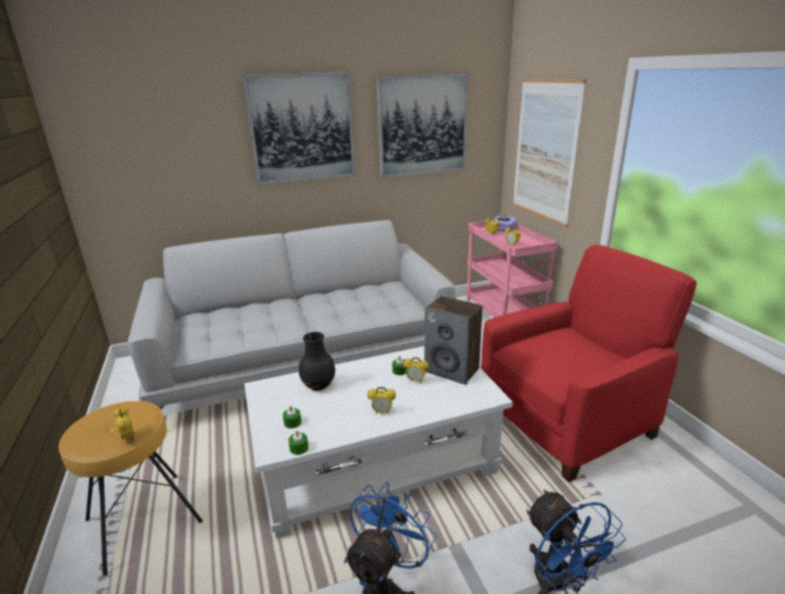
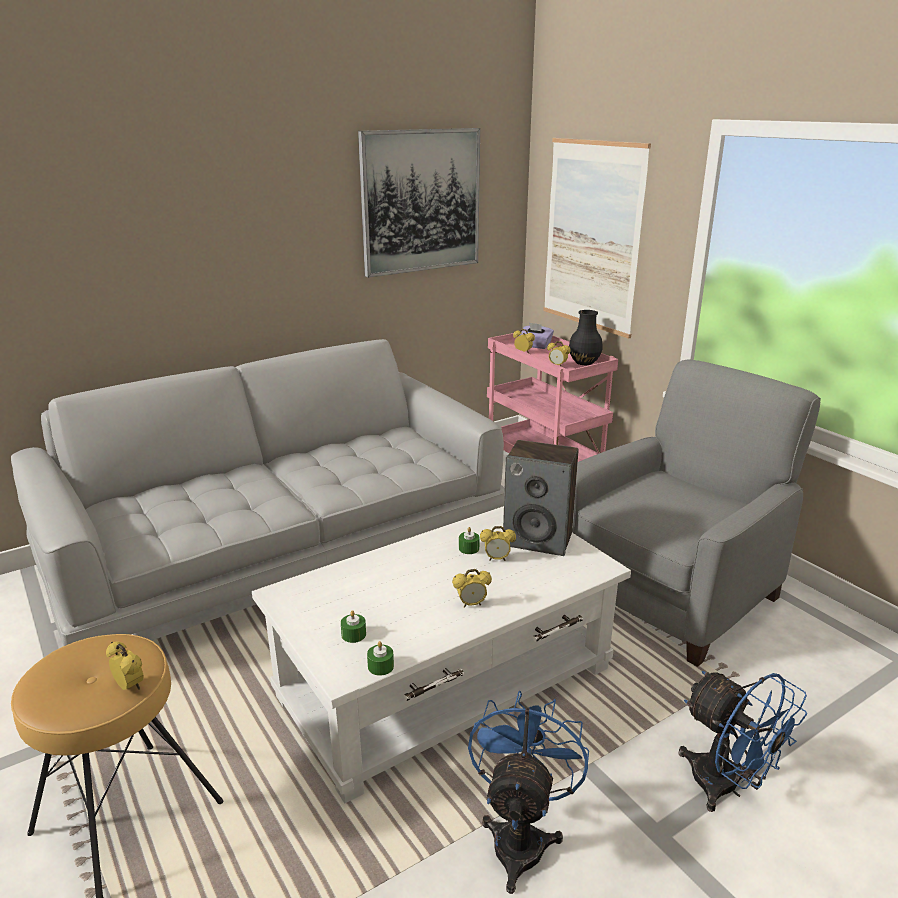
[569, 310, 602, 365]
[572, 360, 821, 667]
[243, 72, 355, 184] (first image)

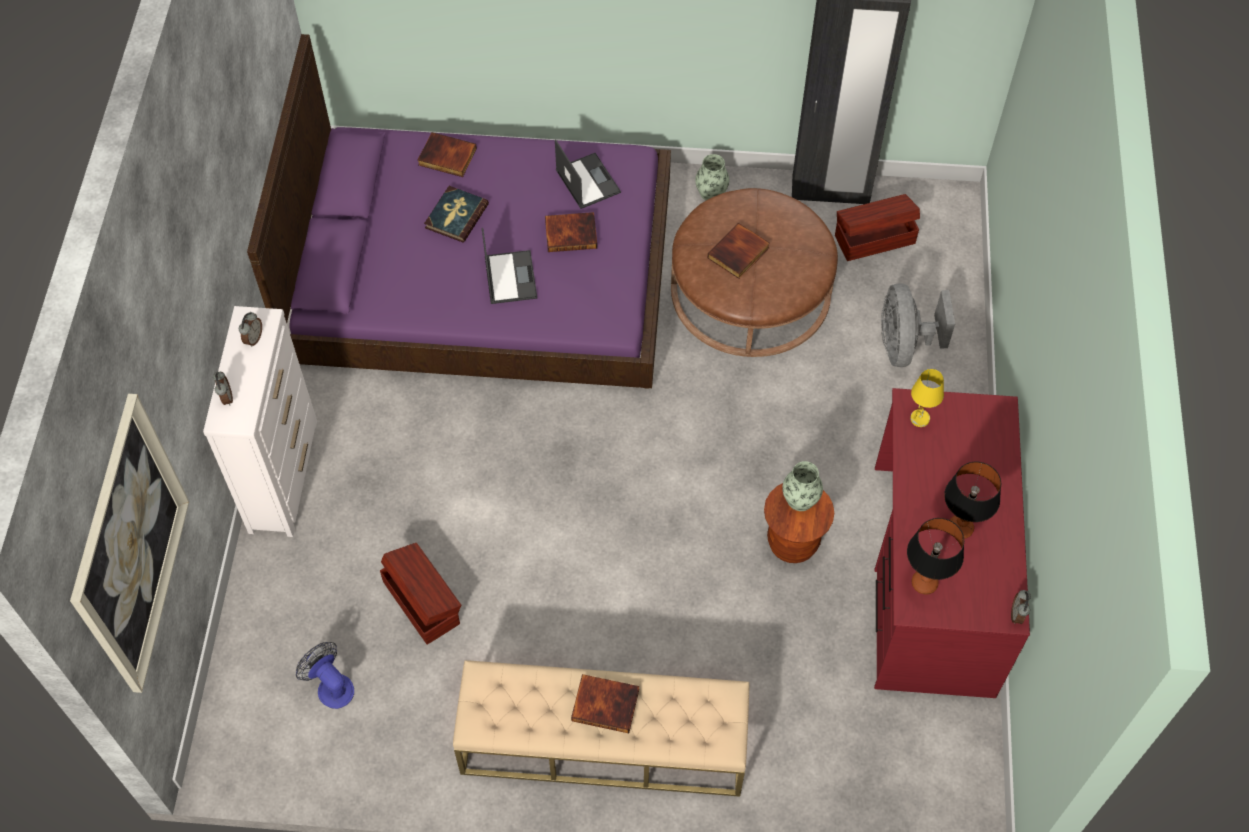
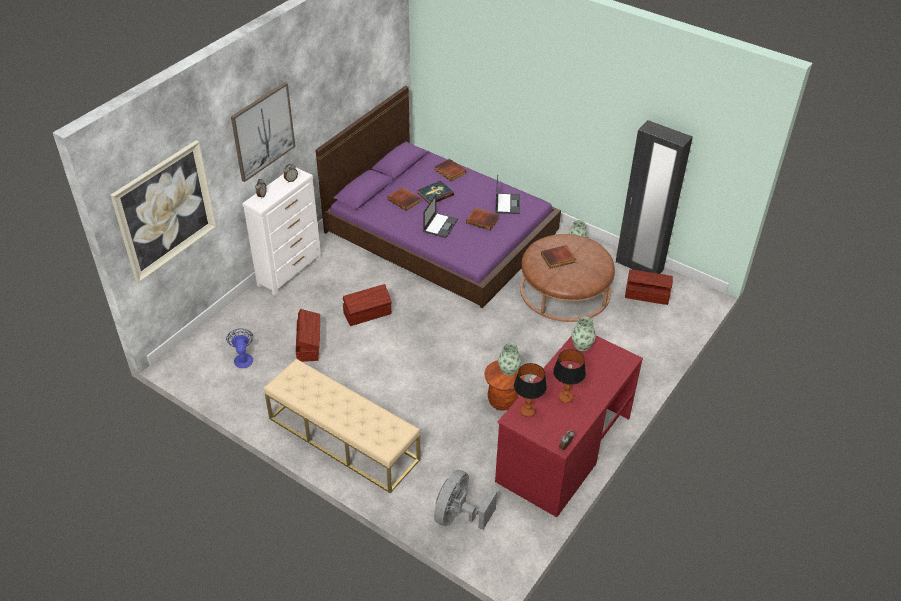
[231, 82, 295, 182]
[343, 284, 392, 326]
[388, 187, 421, 211]
[434, 470, 497, 530]
[572, 317, 596, 351]

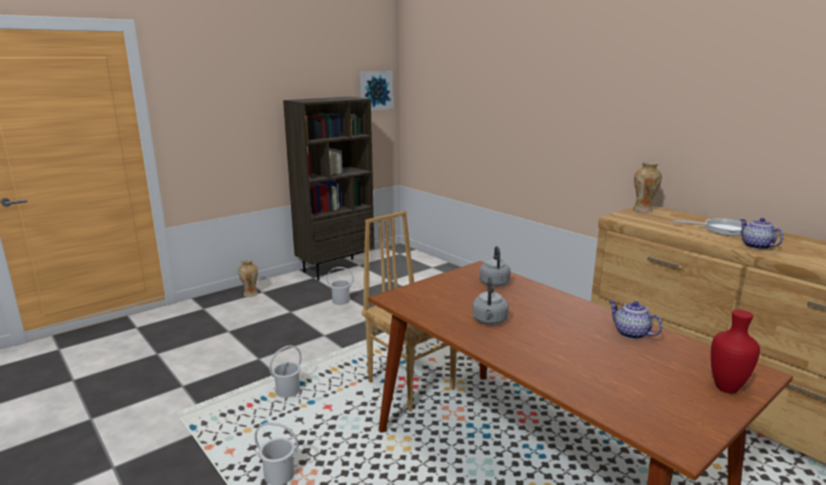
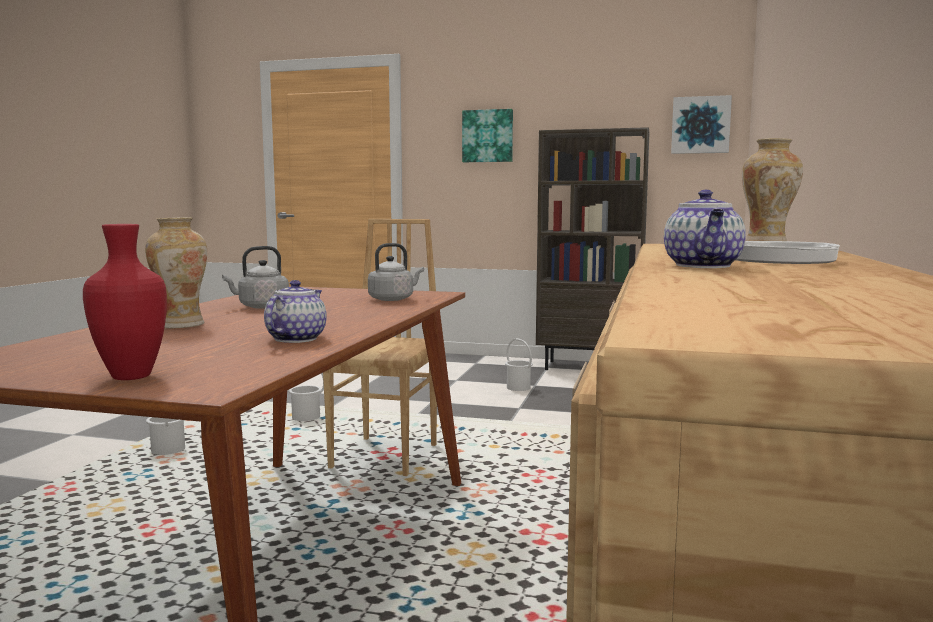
[145, 217, 207, 328]
[462, 109, 513, 162]
[664, 190, 746, 268]

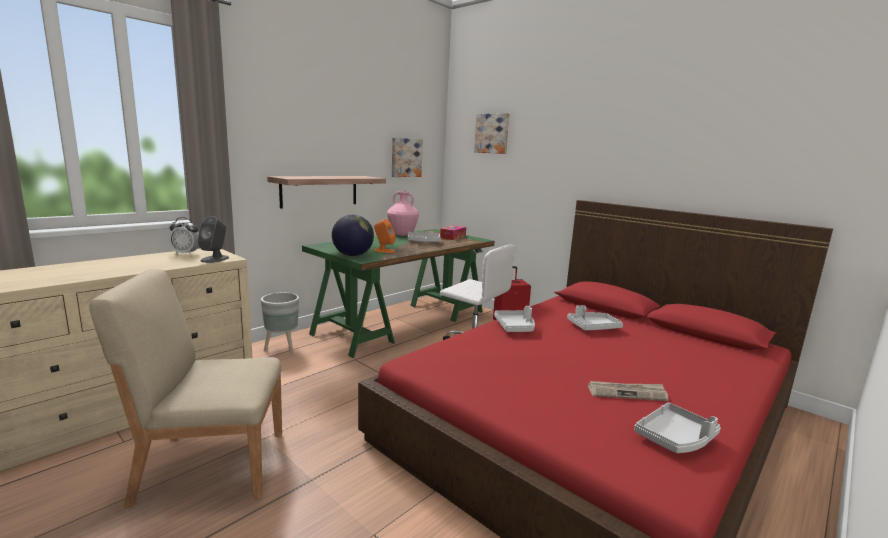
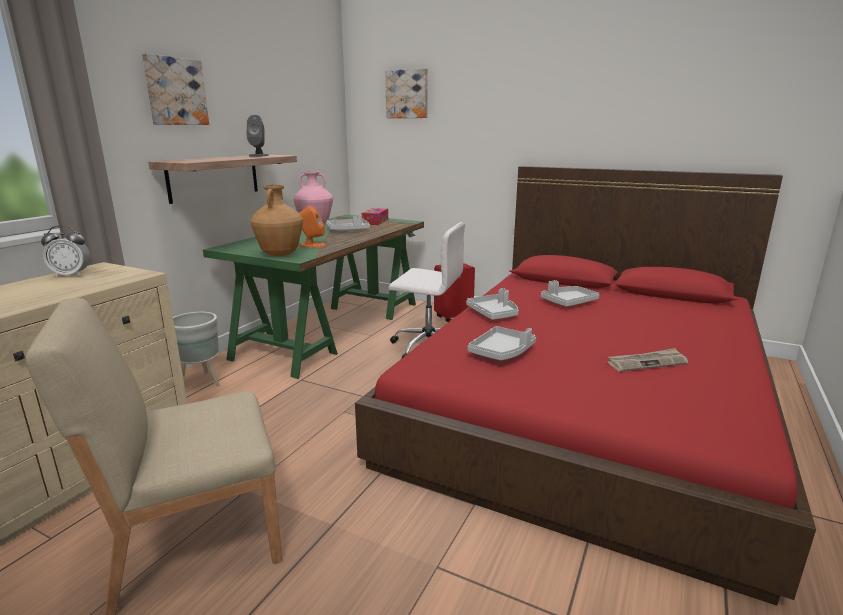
[142, 53, 209, 125]
[247, 115, 269, 157]
[250, 185, 303, 256]
[468, 326, 536, 361]

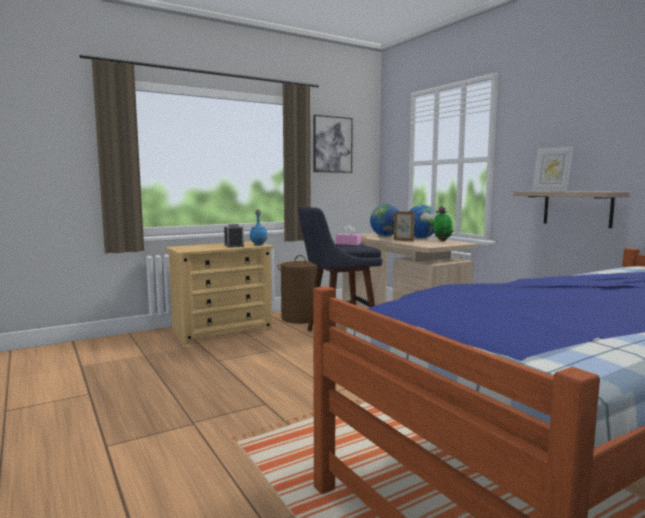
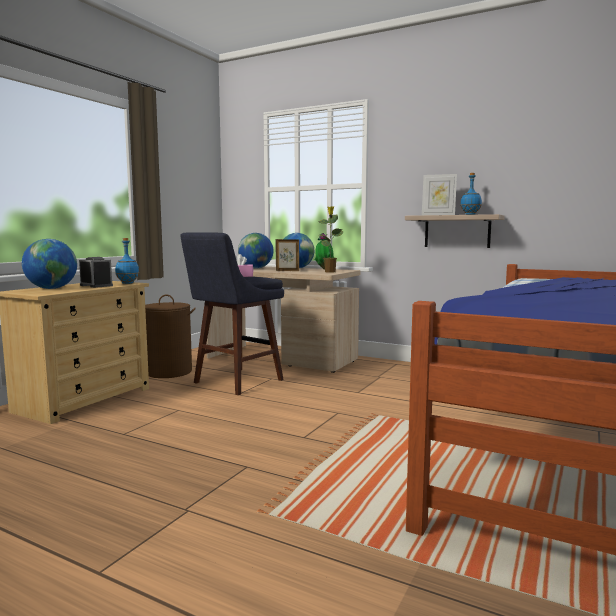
[22, 239, 77, 289]
[318, 206, 343, 273]
[460, 173, 482, 215]
[313, 115, 353, 173] (first image)

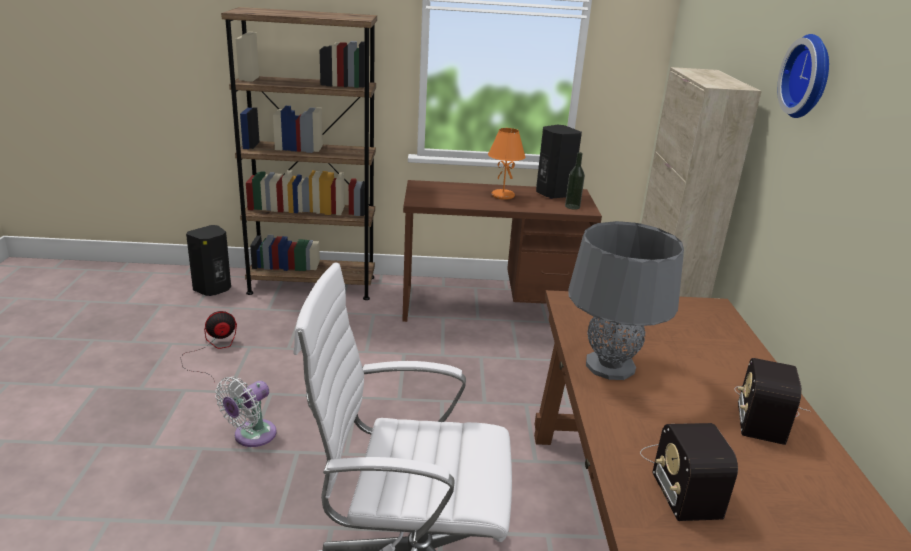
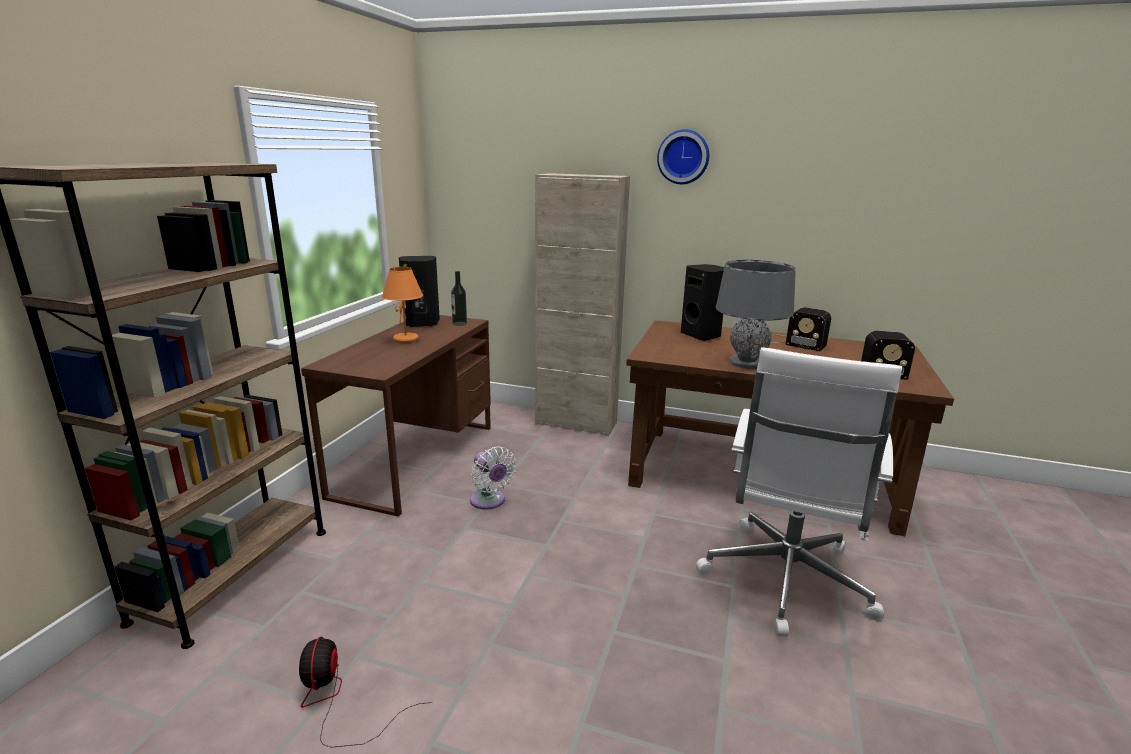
[470, 446, 516, 510]
[681, 264, 724, 341]

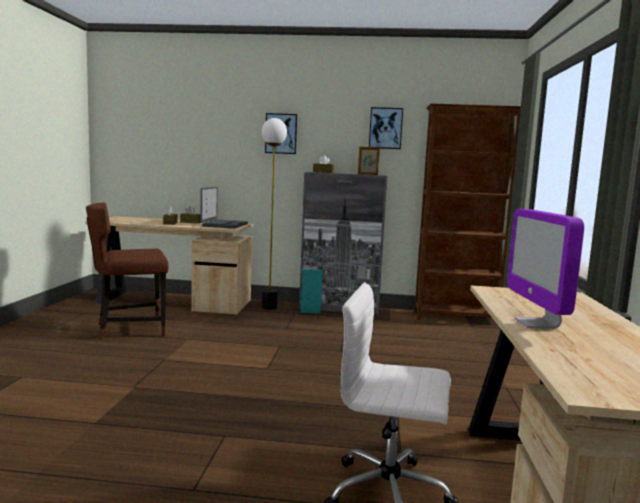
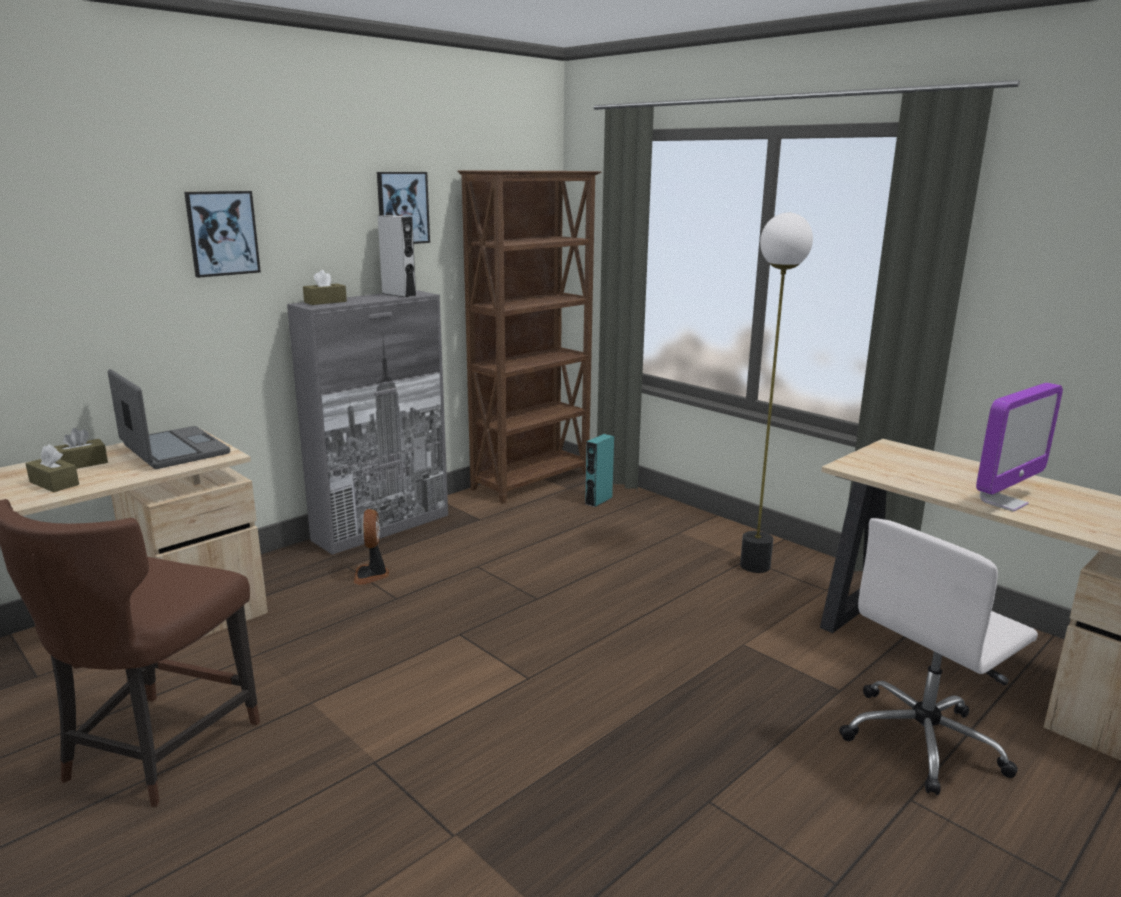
[354, 509, 389, 585]
[378, 215, 416, 298]
[585, 434, 614, 507]
[740, 213, 813, 573]
[976, 383, 1063, 512]

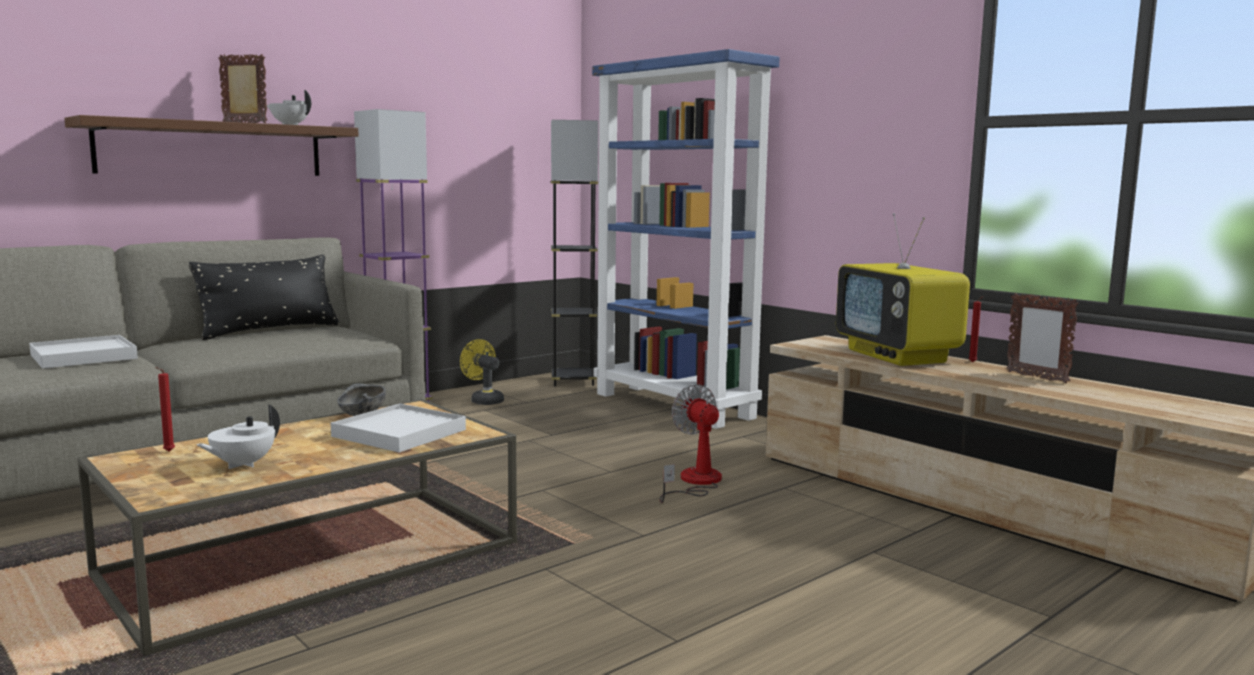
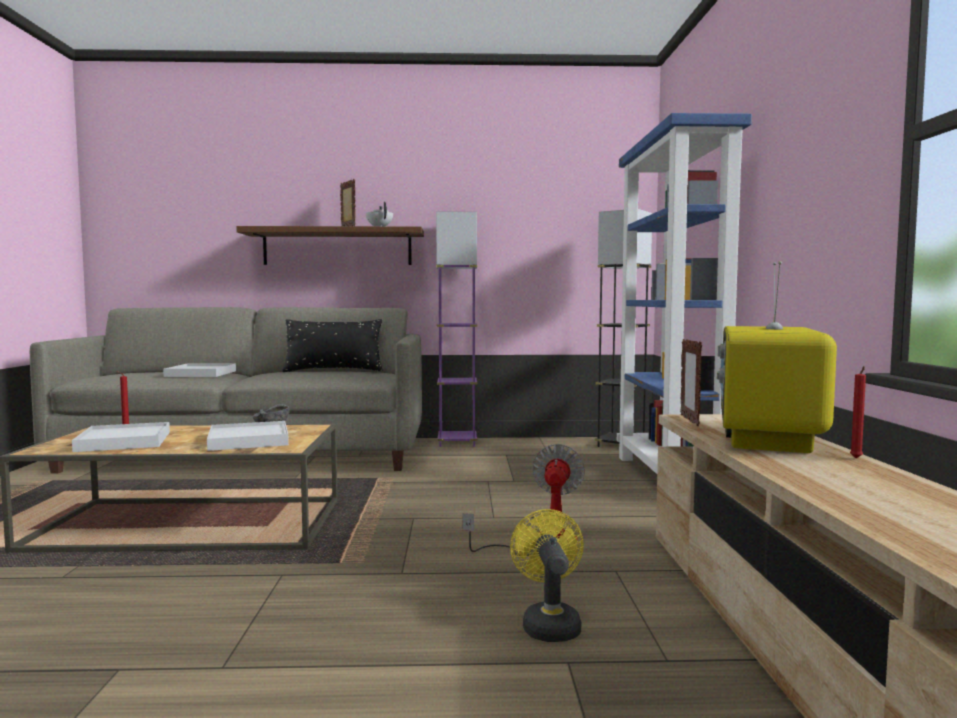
[72, 422, 170, 452]
[510, 509, 584, 642]
[680, 339, 702, 426]

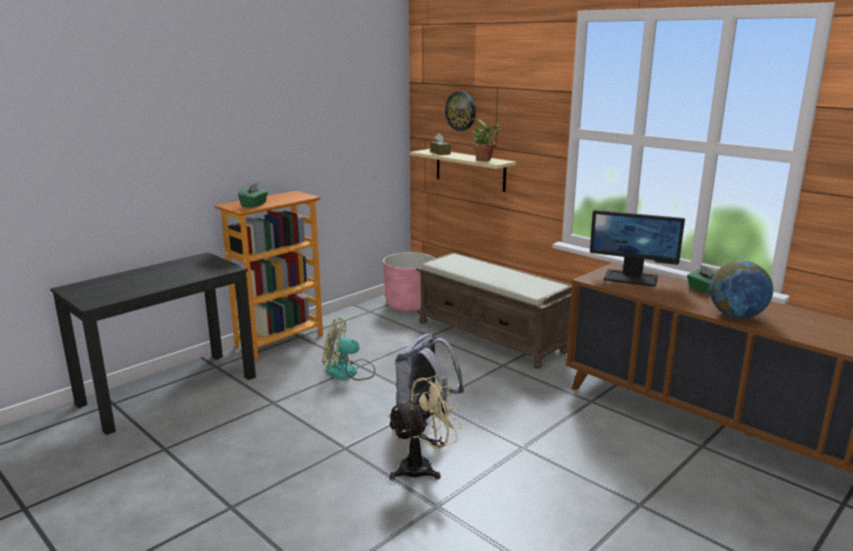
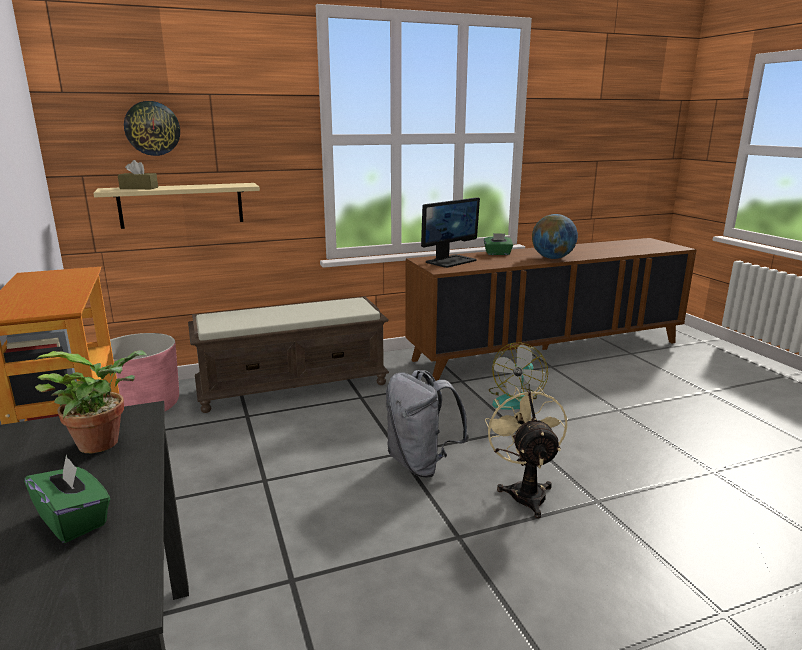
[24, 455, 110, 543]
[35, 350, 147, 453]
[489, 343, 548, 410]

